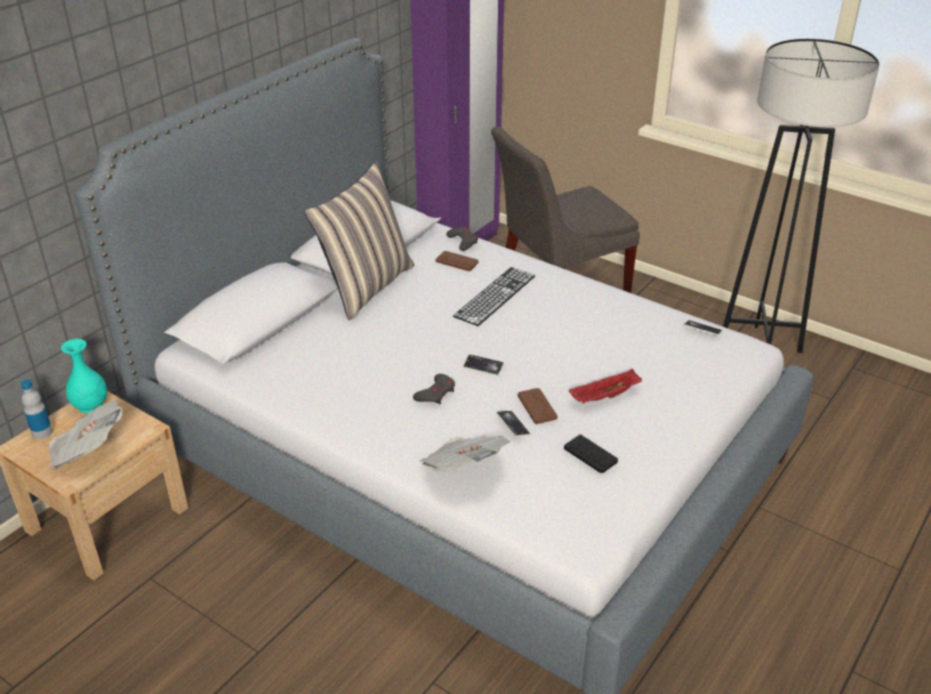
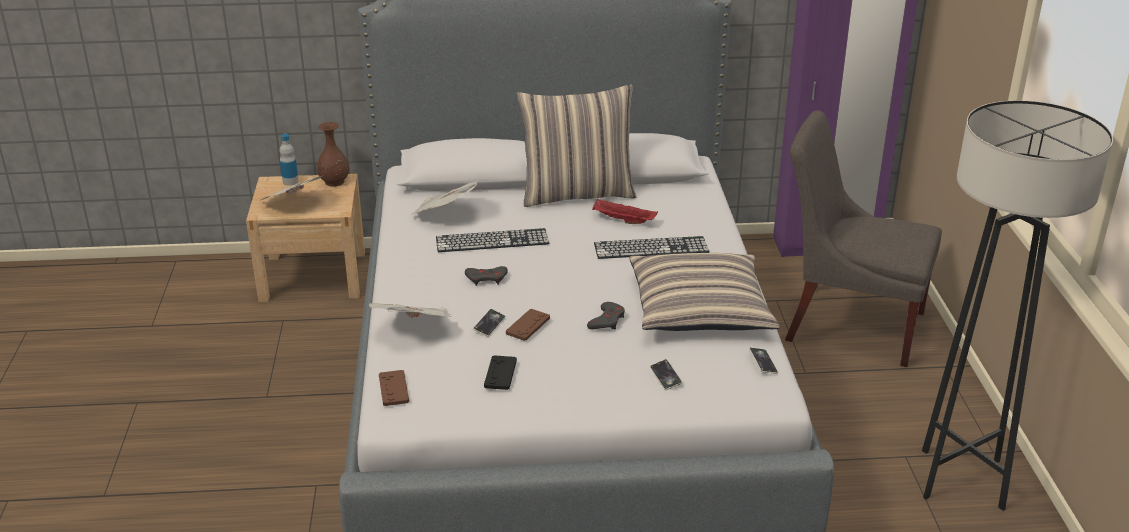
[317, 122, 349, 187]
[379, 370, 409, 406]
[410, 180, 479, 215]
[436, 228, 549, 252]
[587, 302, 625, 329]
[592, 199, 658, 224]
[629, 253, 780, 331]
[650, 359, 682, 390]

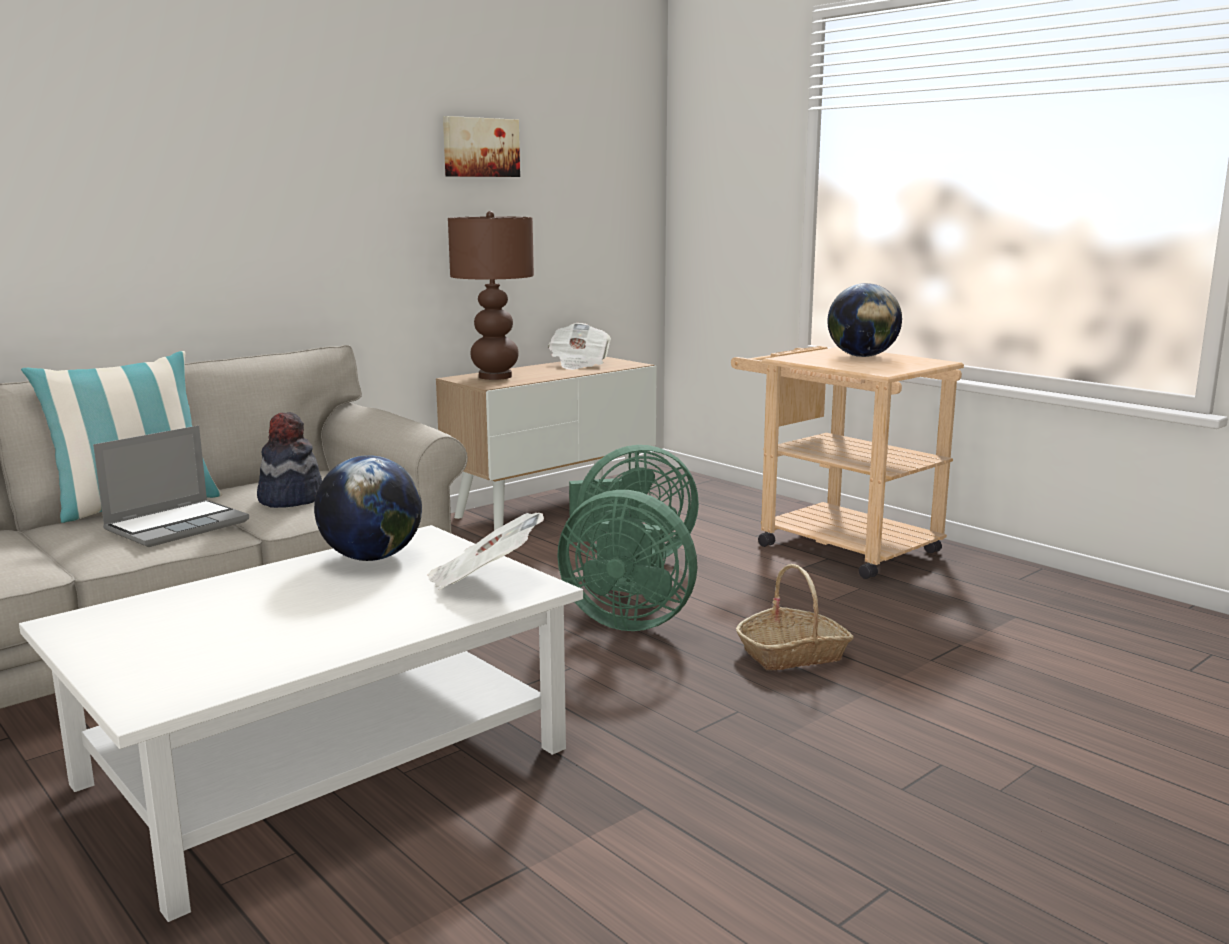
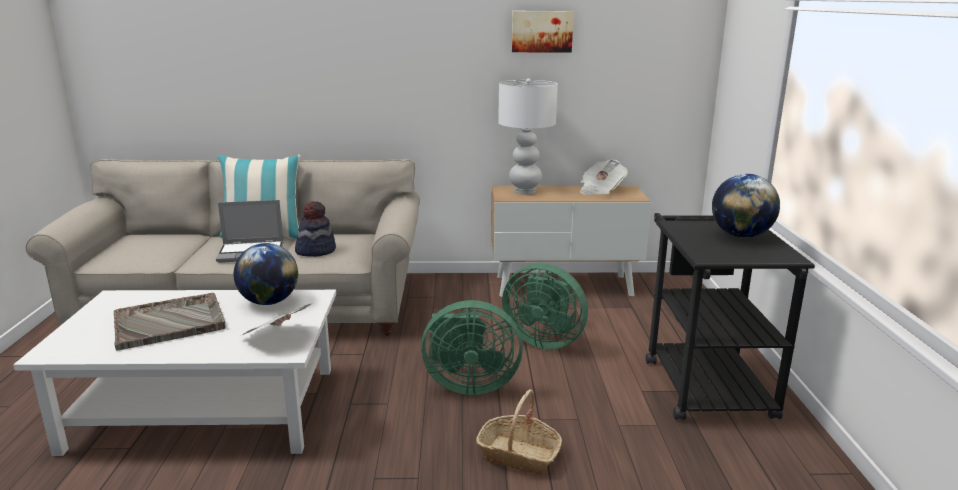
[114, 293, 225, 350]
[421, 300, 523, 395]
[498, 79, 558, 194]
[646, 213, 815, 420]

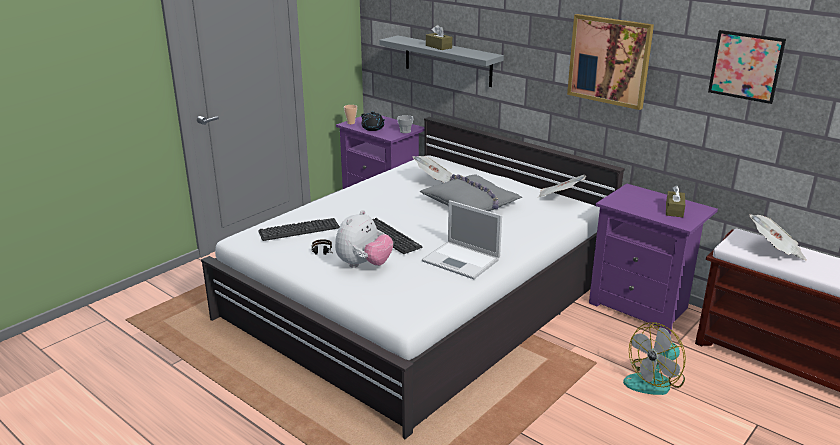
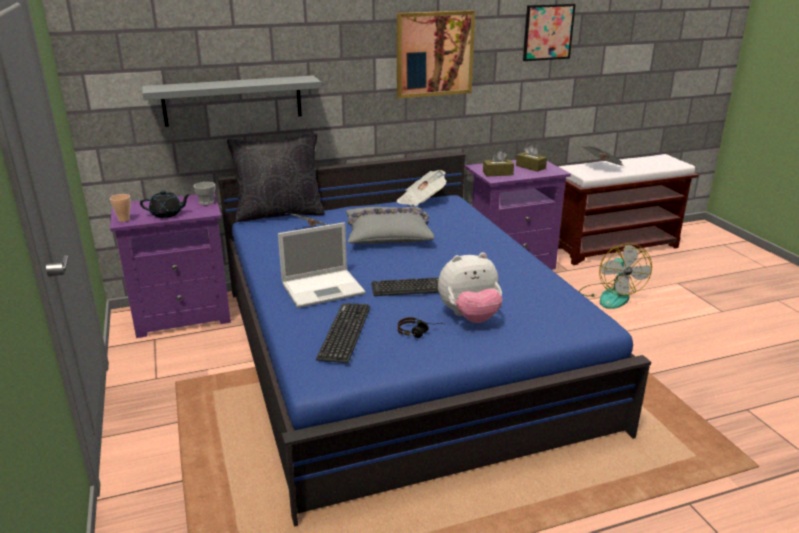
[217, 152, 651, 527]
[227, 133, 325, 222]
[278, 222, 366, 308]
[438, 253, 502, 323]
[483, 151, 514, 177]

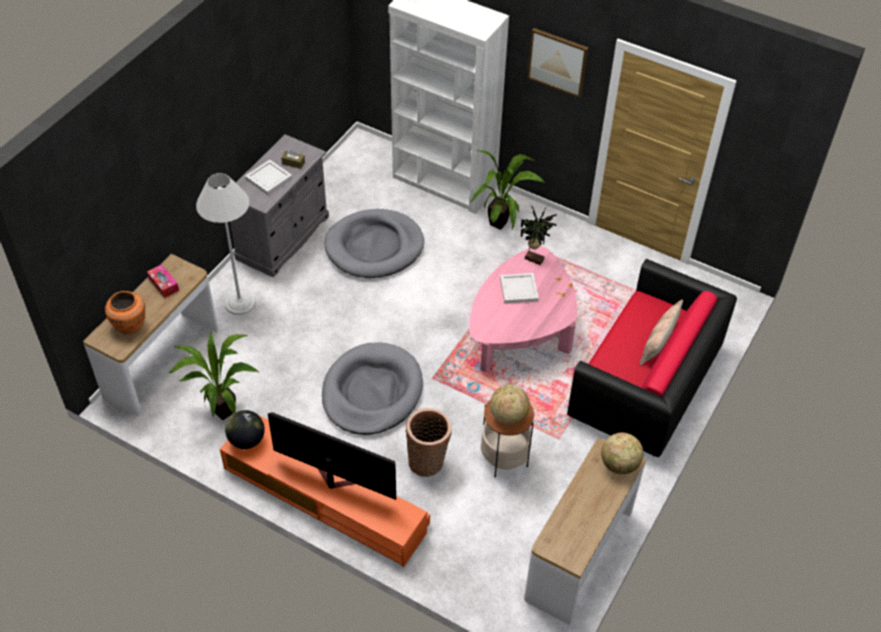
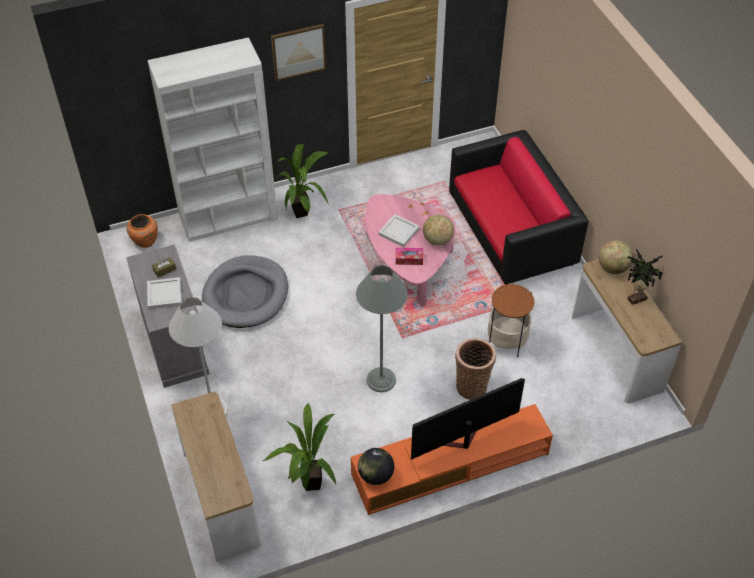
[127, 214, 158, 248]
[356, 265, 408, 392]
[396, 248, 423, 265]
[423, 214, 454, 246]
[628, 249, 663, 305]
[640, 300, 683, 366] (first image)

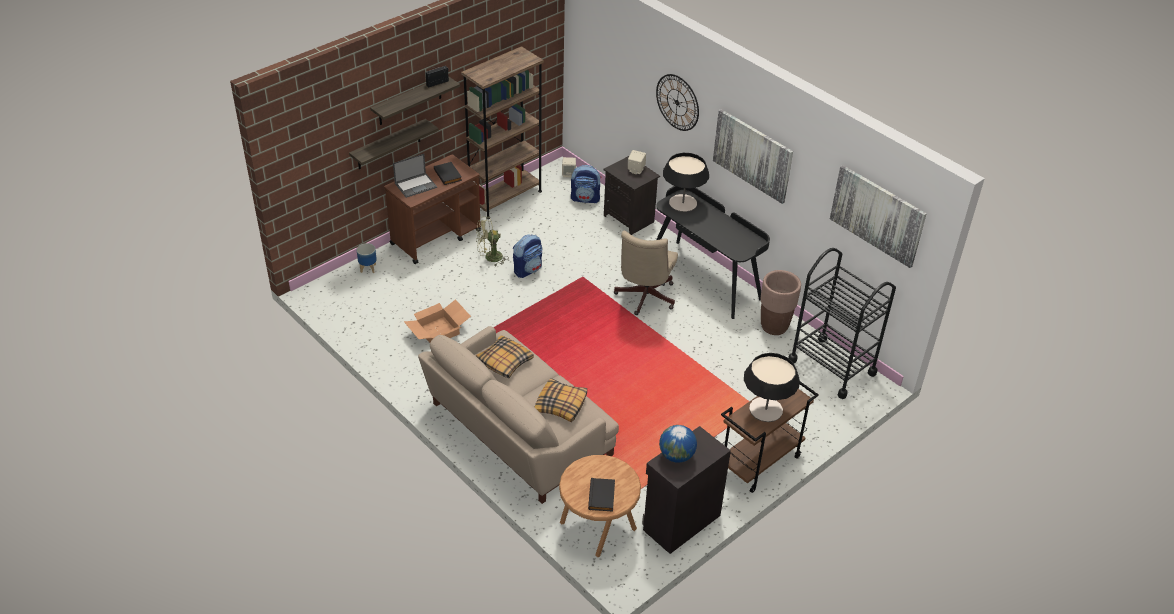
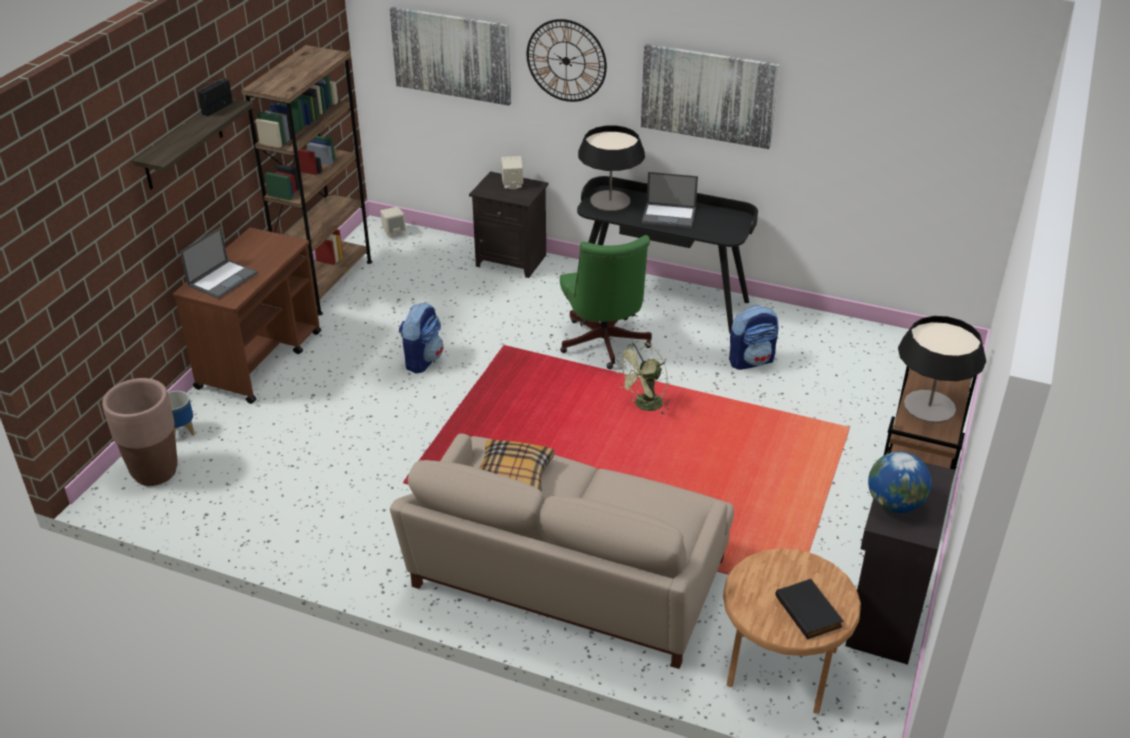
[102, 378, 178, 486]
[389, 7, 511, 106]
[560, 235, 652, 369]
[615, 341, 670, 415]
[642, 172, 698, 228]
[729, 305, 778, 370]
[349, 119, 439, 169] (first image)
[404, 299, 471, 343] (first image)
[434, 162, 462, 185] (first image)
[535, 378, 587, 422] (first image)
[788, 248, 896, 399] (first image)

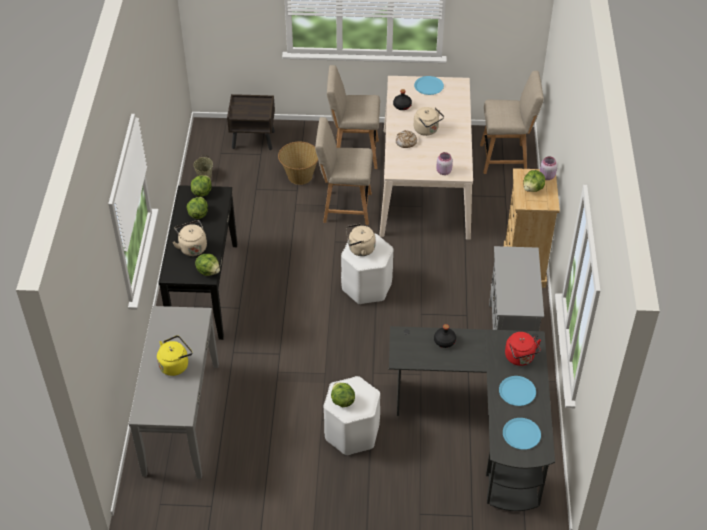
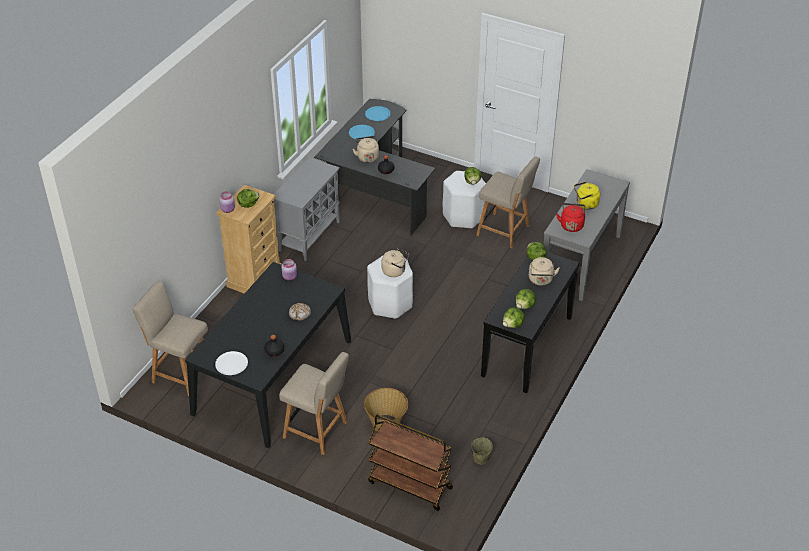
[185, 262, 351, 448]
[215, 351, 248, 375]
[353, 136, 379, 163]
[368, 415, 453, 511]
[476, 157, 540, 248]
[556, 203, 585, 232]

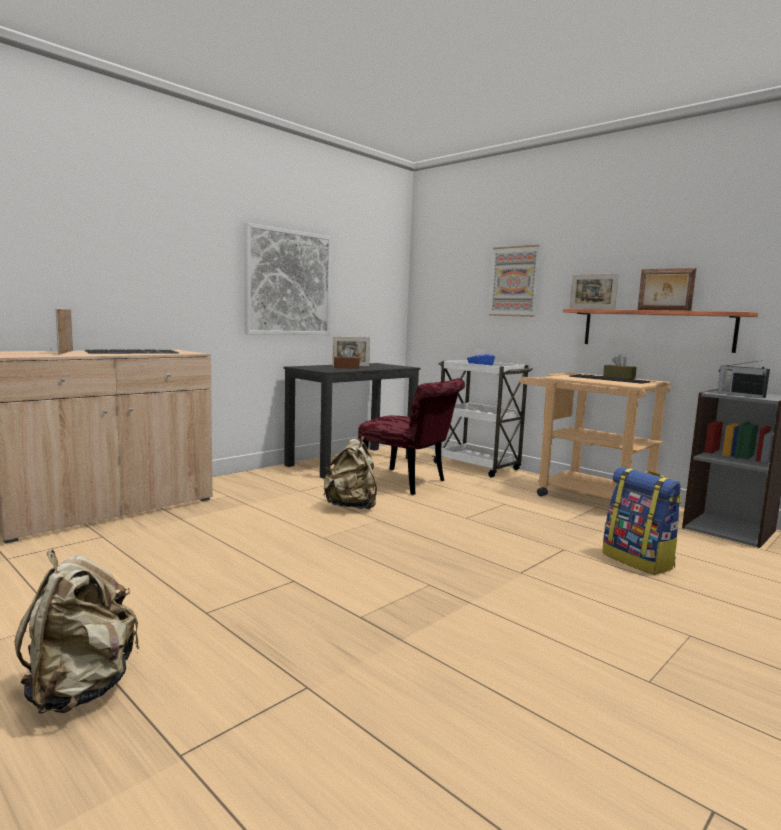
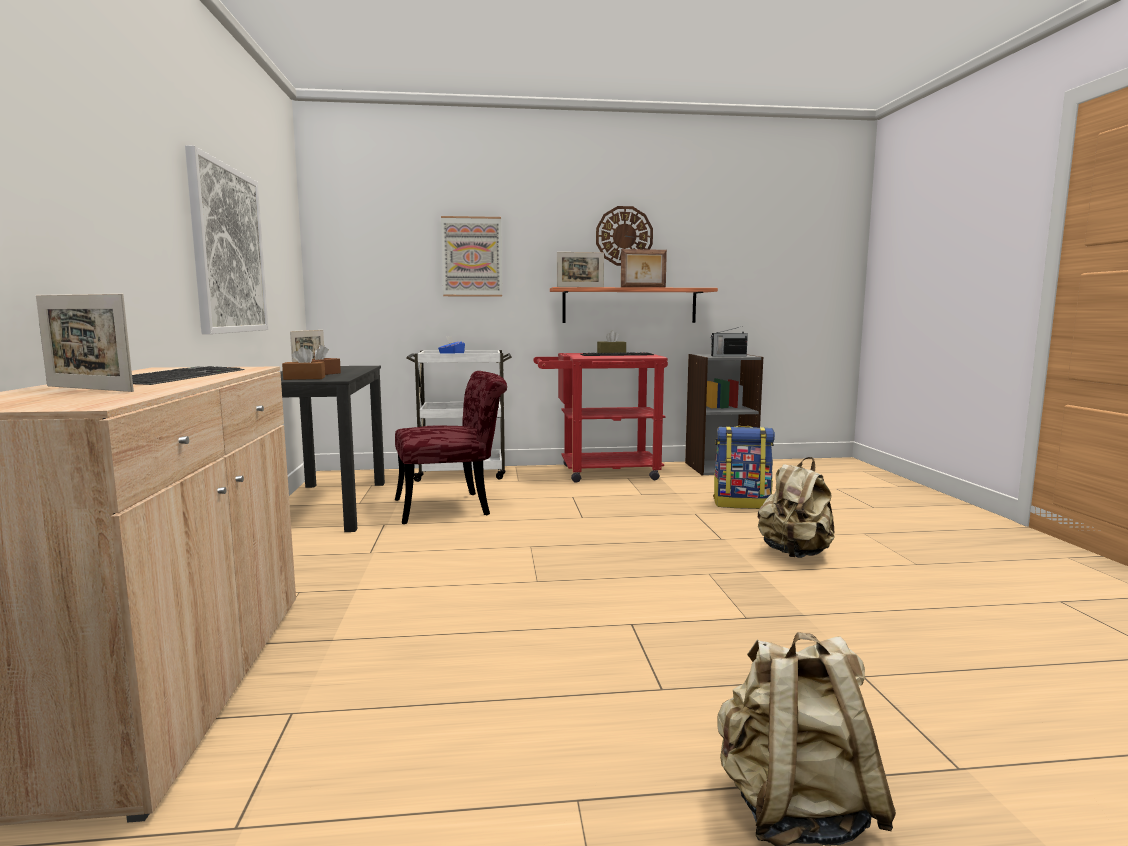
[282, 347, 325, 380]
[533, 353, 668, 483]
[596, 206, 653, 266]
[758, 457, 835, 558]

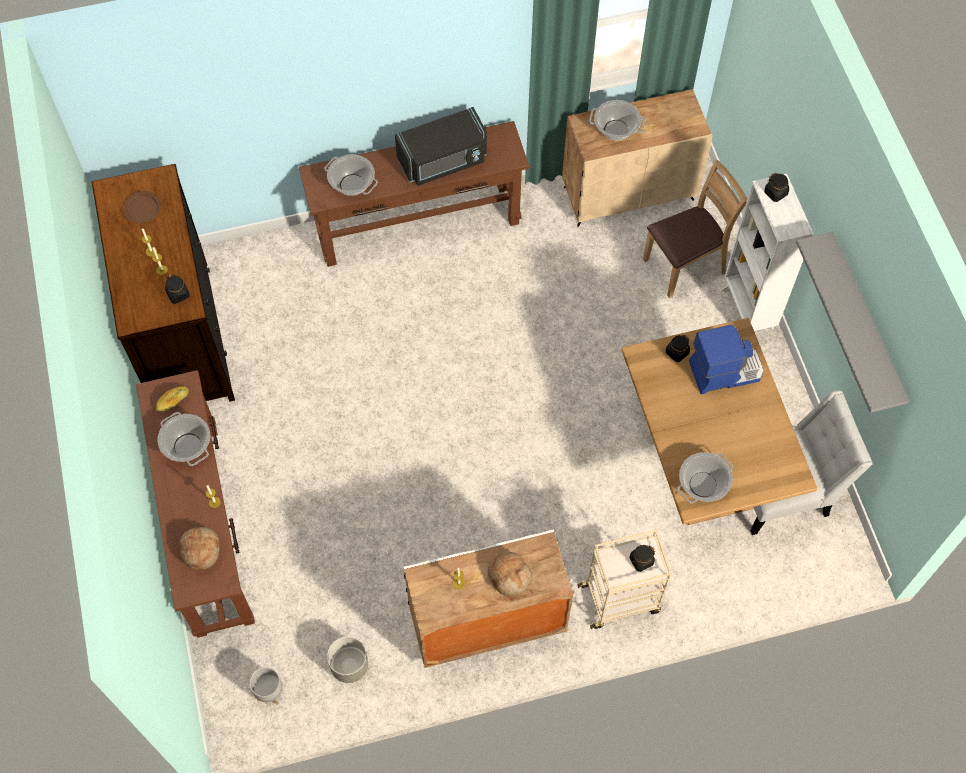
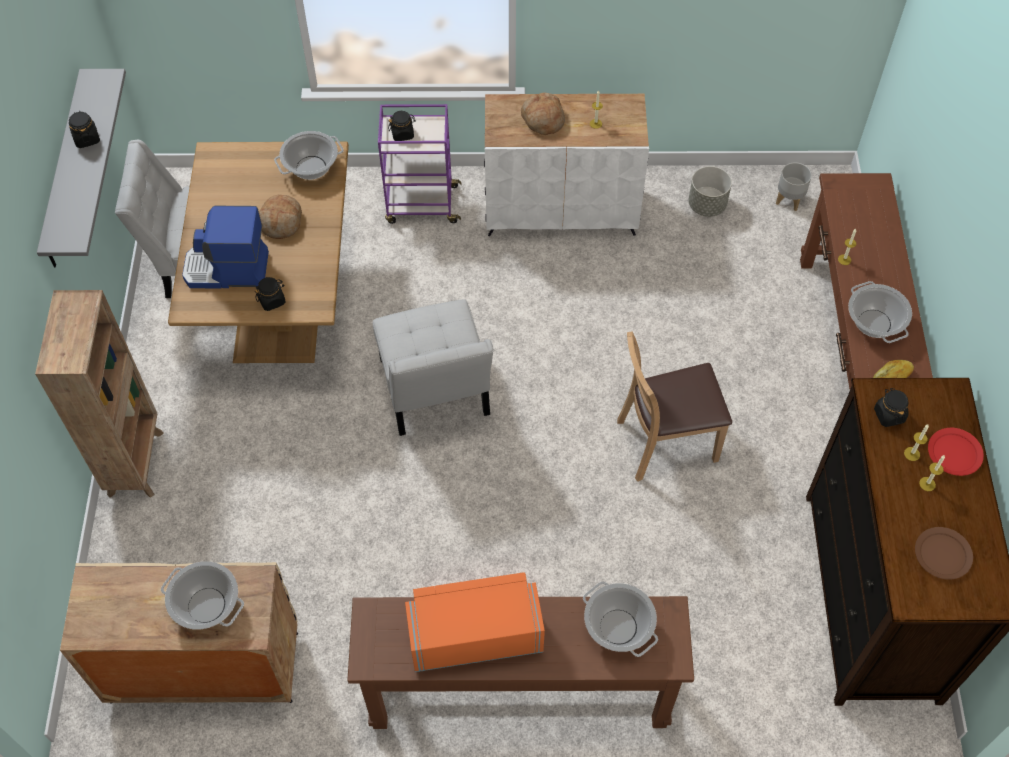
[35, 290, 164, 498]
[69, 111, 100, 148]
[259, 194, 302, 239]
[373, 299, 494, 436]
[378, 104, 462, 224]
[405, 572, 545, 672]
[617, 331, 732, 482]
[928, 428, 984, 476]

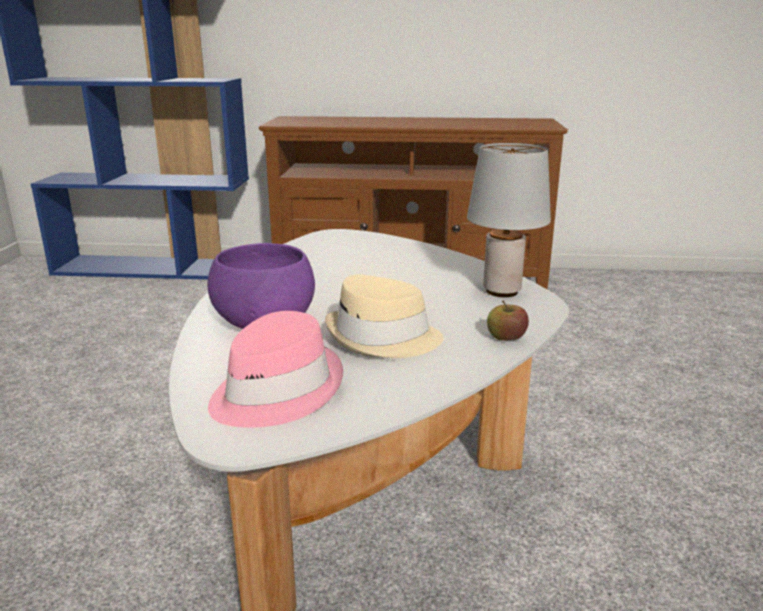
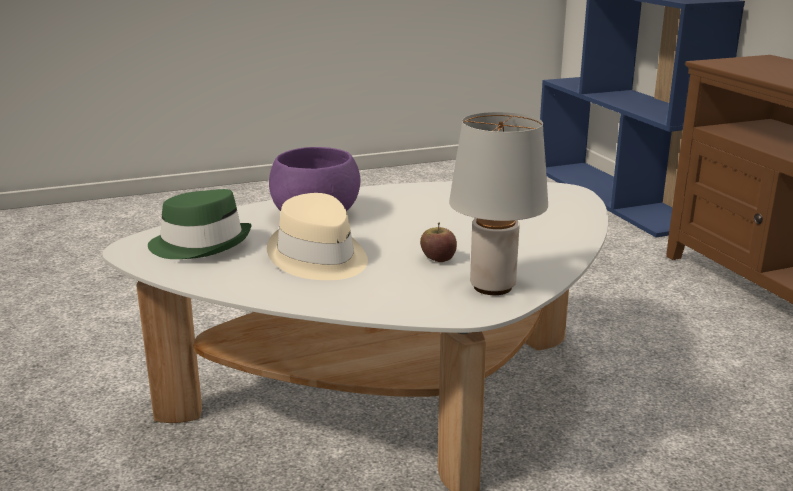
[148, 189, 251, 259]
[420, 222, 457, 262]

